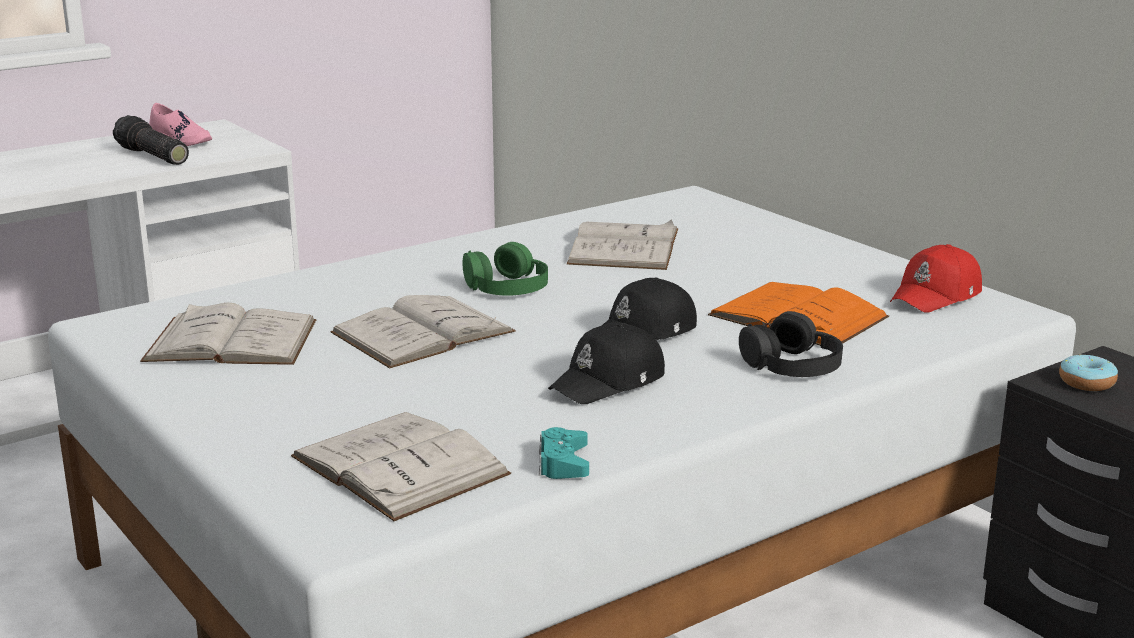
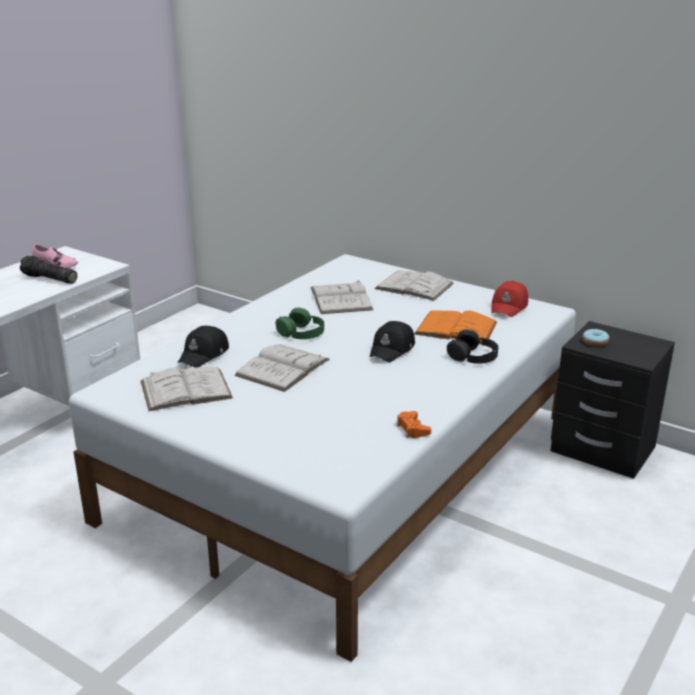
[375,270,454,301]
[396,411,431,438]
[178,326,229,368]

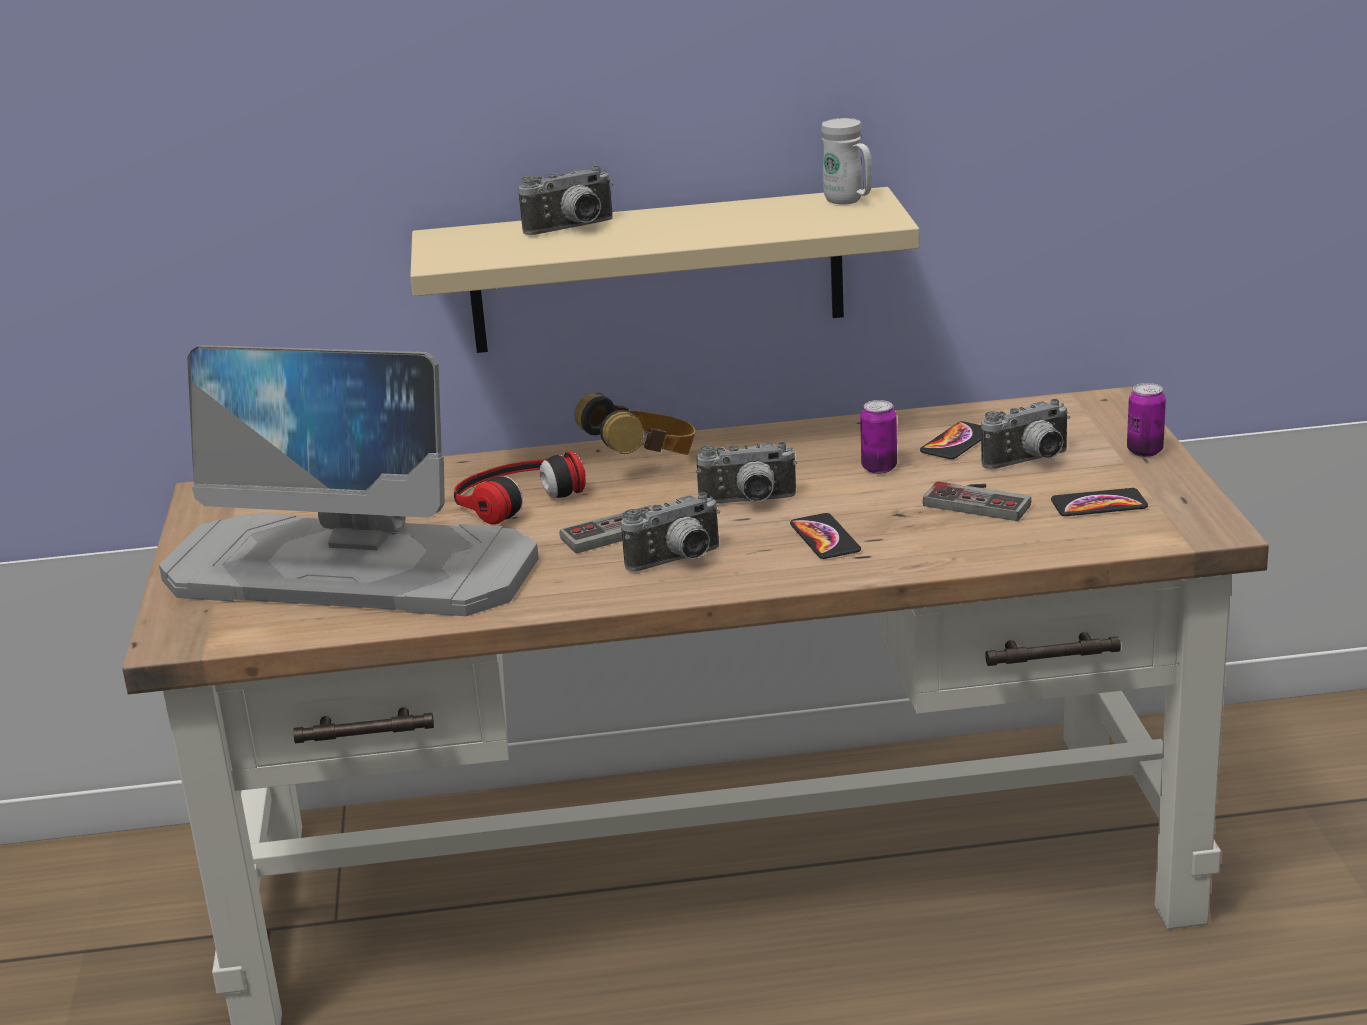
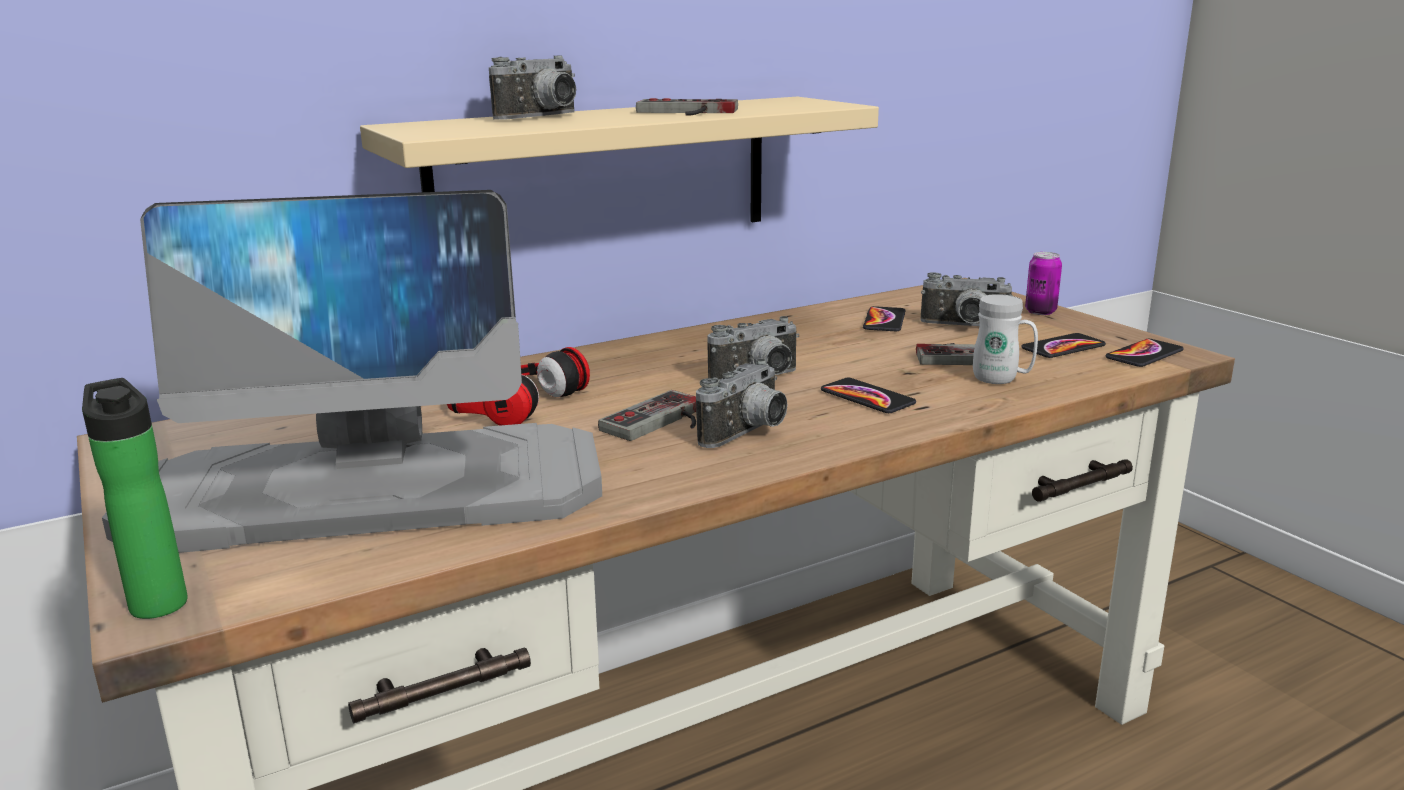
[574,393,696,455] (first image)
[973,294,1038,384]
[860,400,897,474] (first image)
[921,272,1013,326]
[82,378,188,619]
[636,98,738,116]
[1106,339,1184,367]

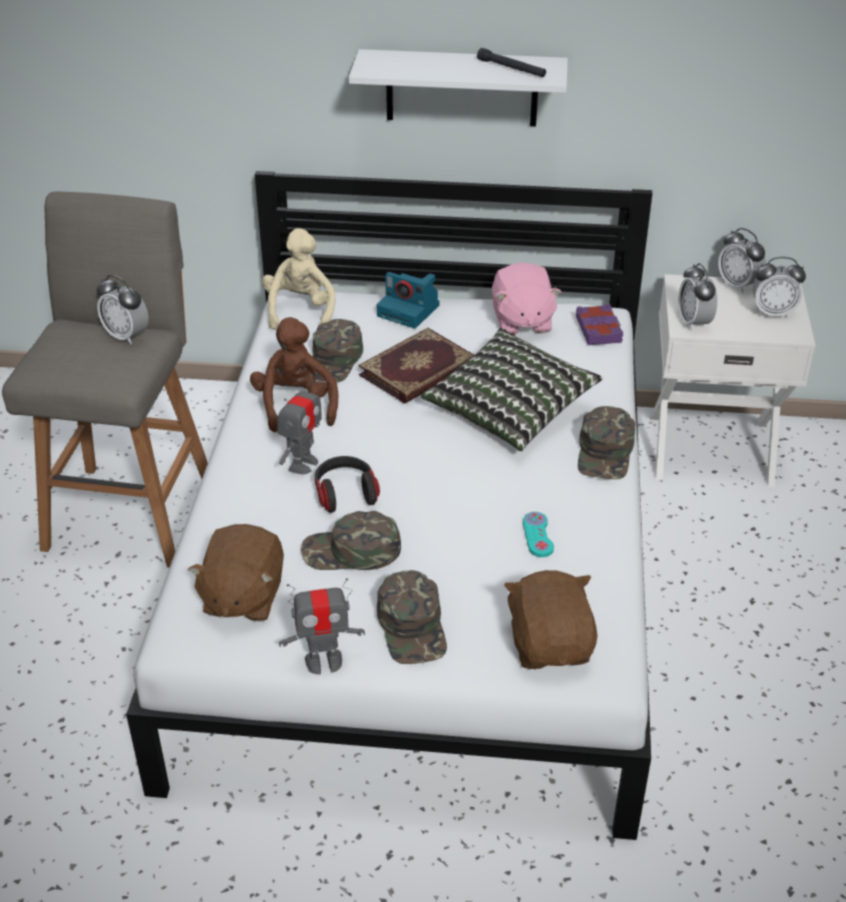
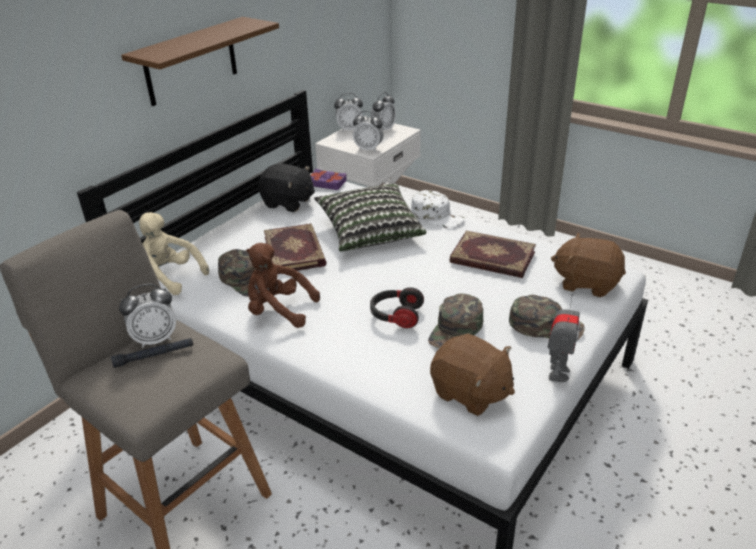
[277,375,322,474] (first image)
[121,17,279,106]
[377,272,440,328] (first image)
[111,338,193,368]
[258,163,315,212]
[449,231,536,278]
[411,190,465,228]

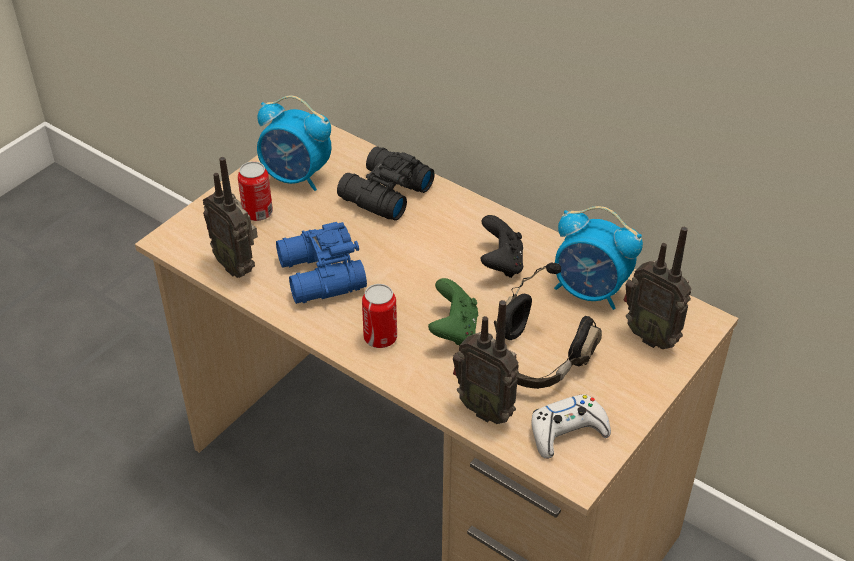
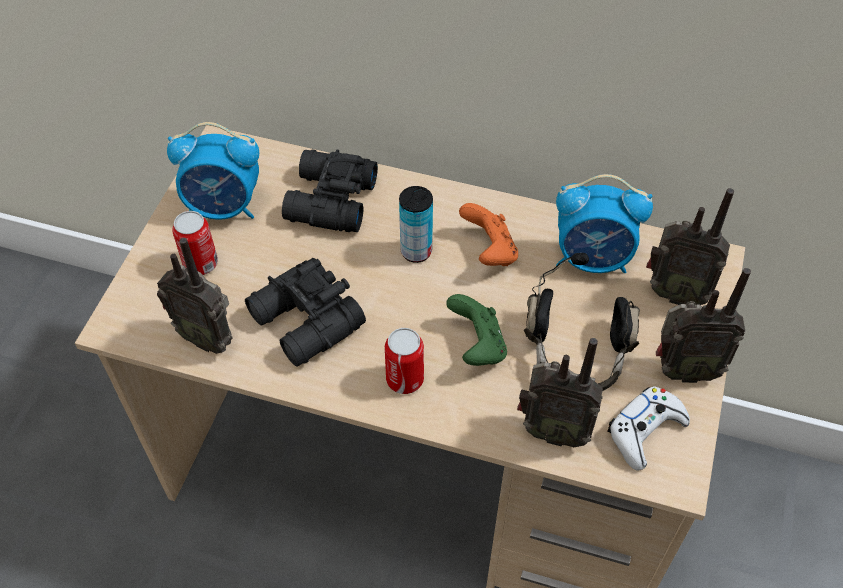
[245,258,366,367]
[459,203,518,266]
[399,186,433,263]
[656,268,751,383]

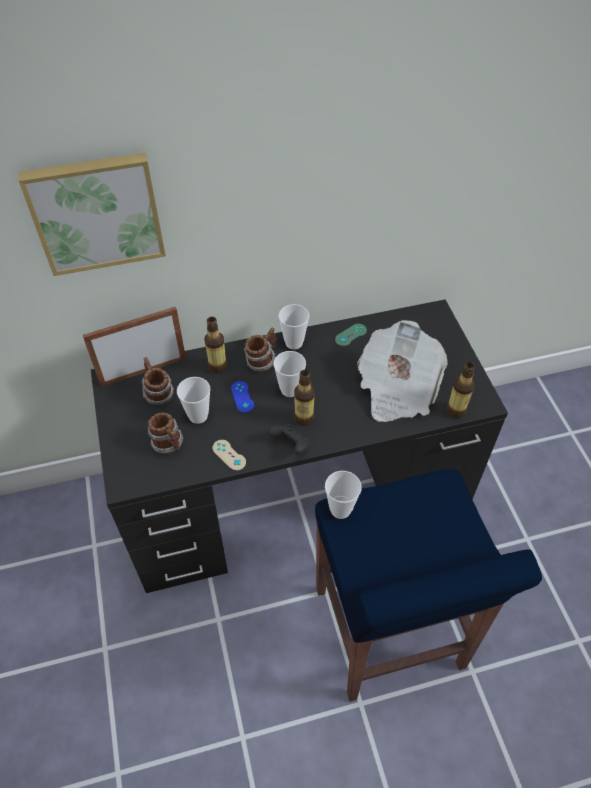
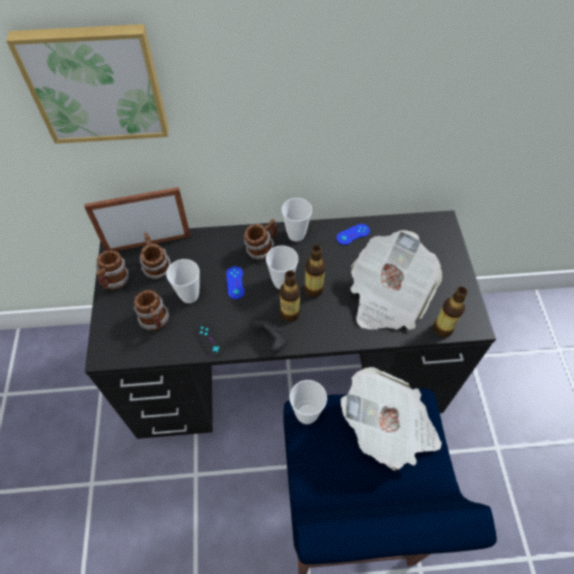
[304,245,326,297]
[195,323,225,357]
[336,224,370,245]
[96,250,129,289]
[341,367,442,470]

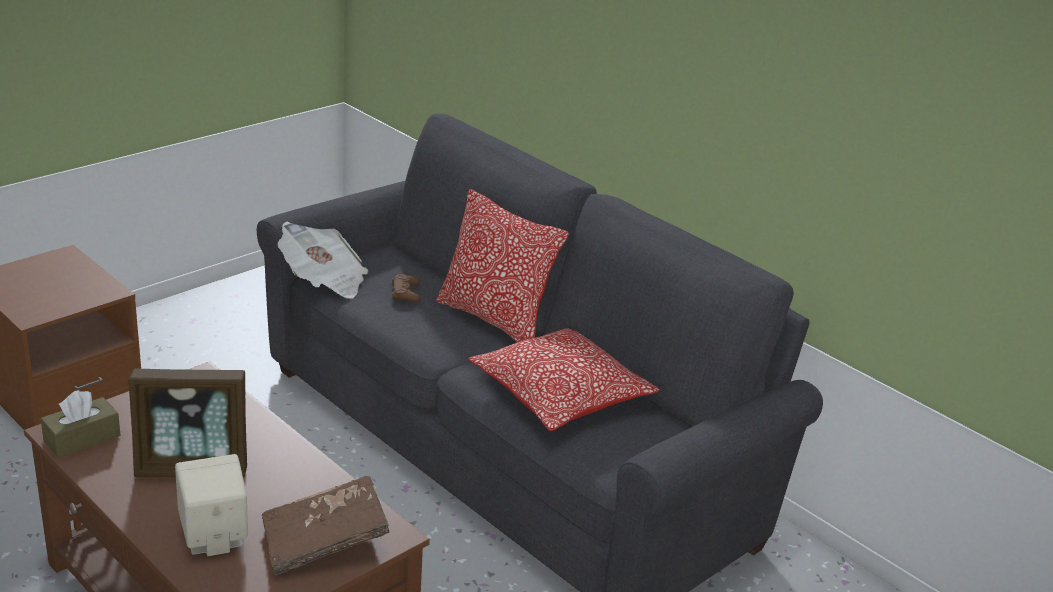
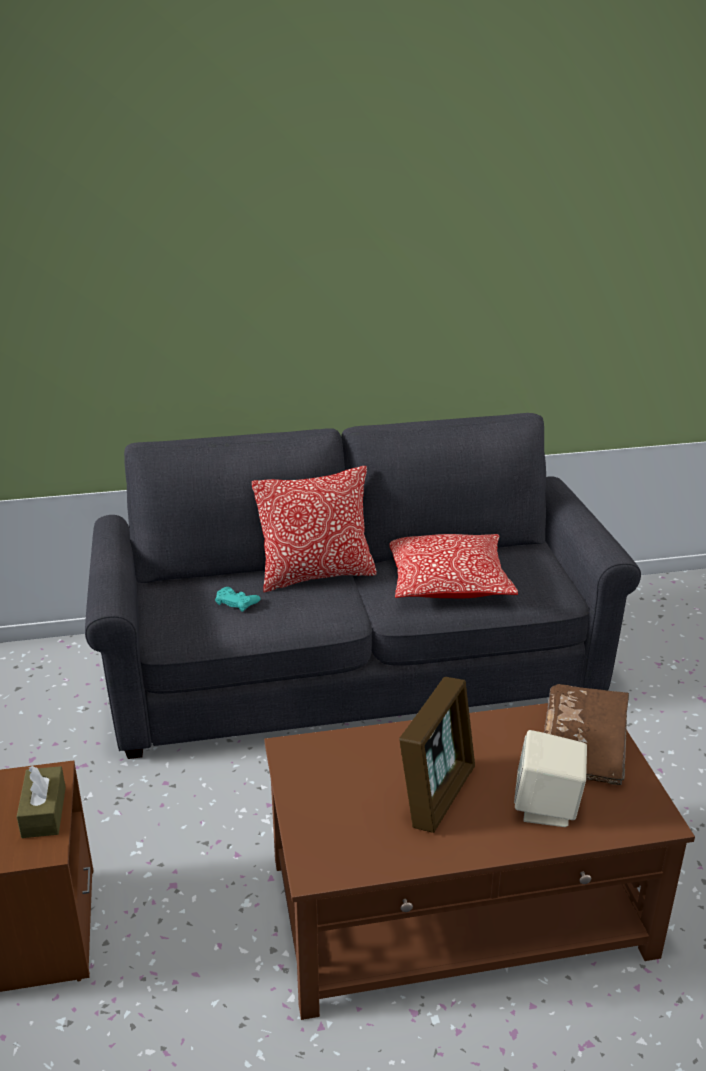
[17,766,66,838]
[278,221,368,299] (first image)
[215,587,260,612]

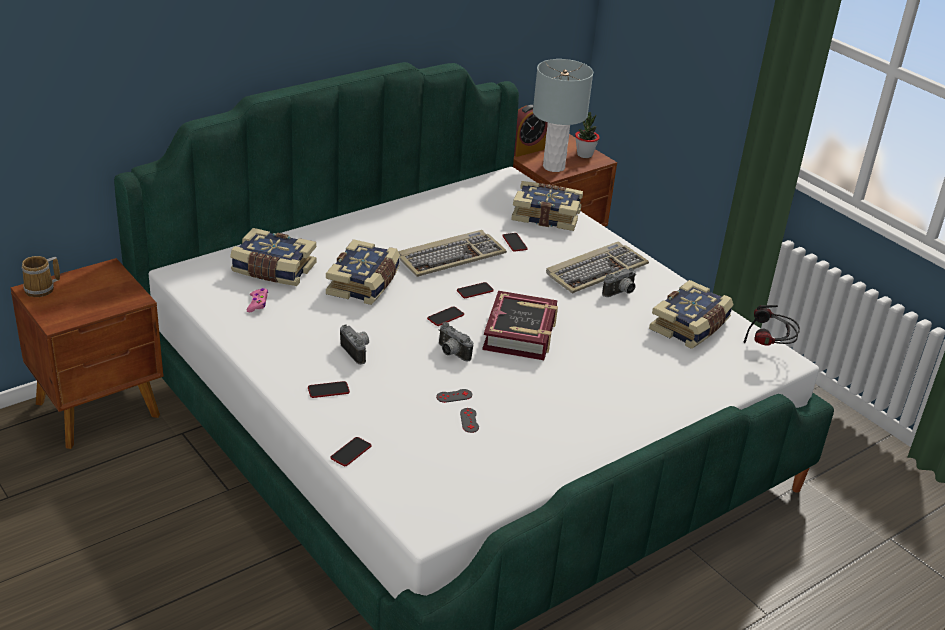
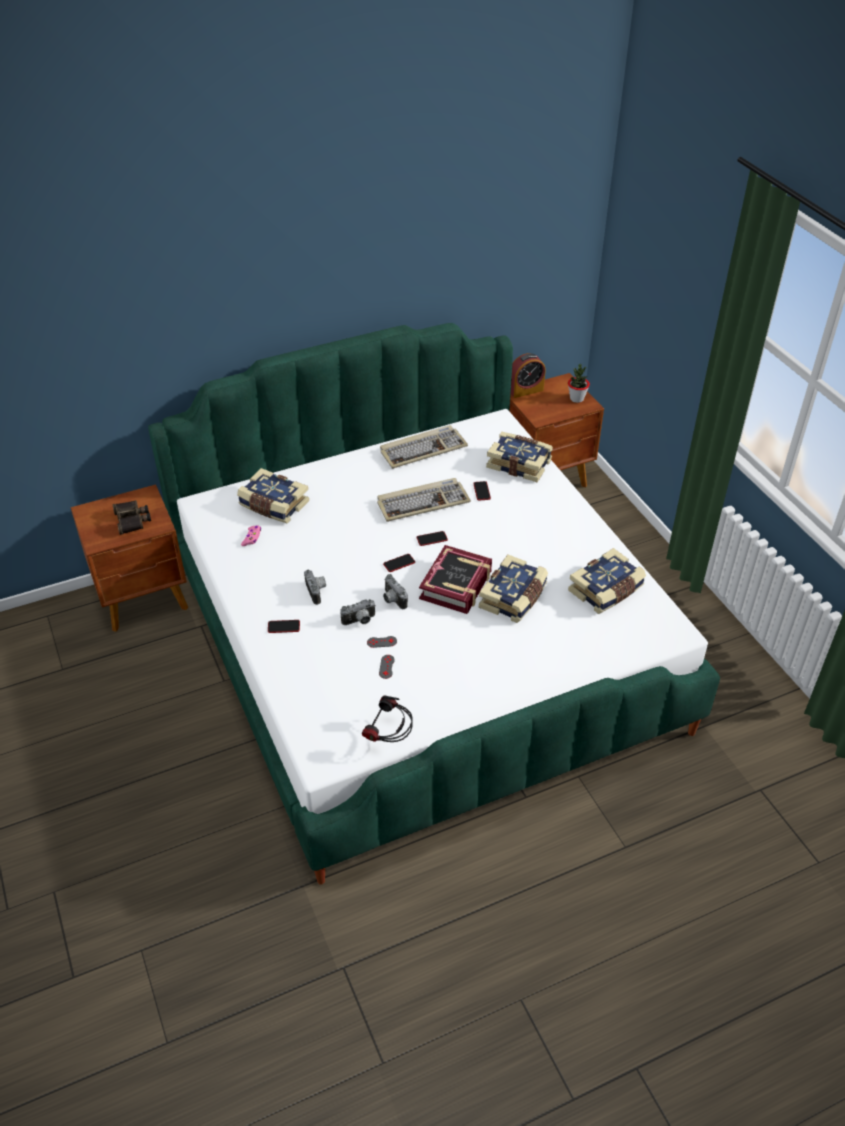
[22,256,60,297] (first image)
[479,554,548,623]
[330,437,372,466] (first image)
[533,59,593,172] (first image)
[380,425,468,469]
[340,599,376,625]
[362,695,413,742]
[112,500,151,535]

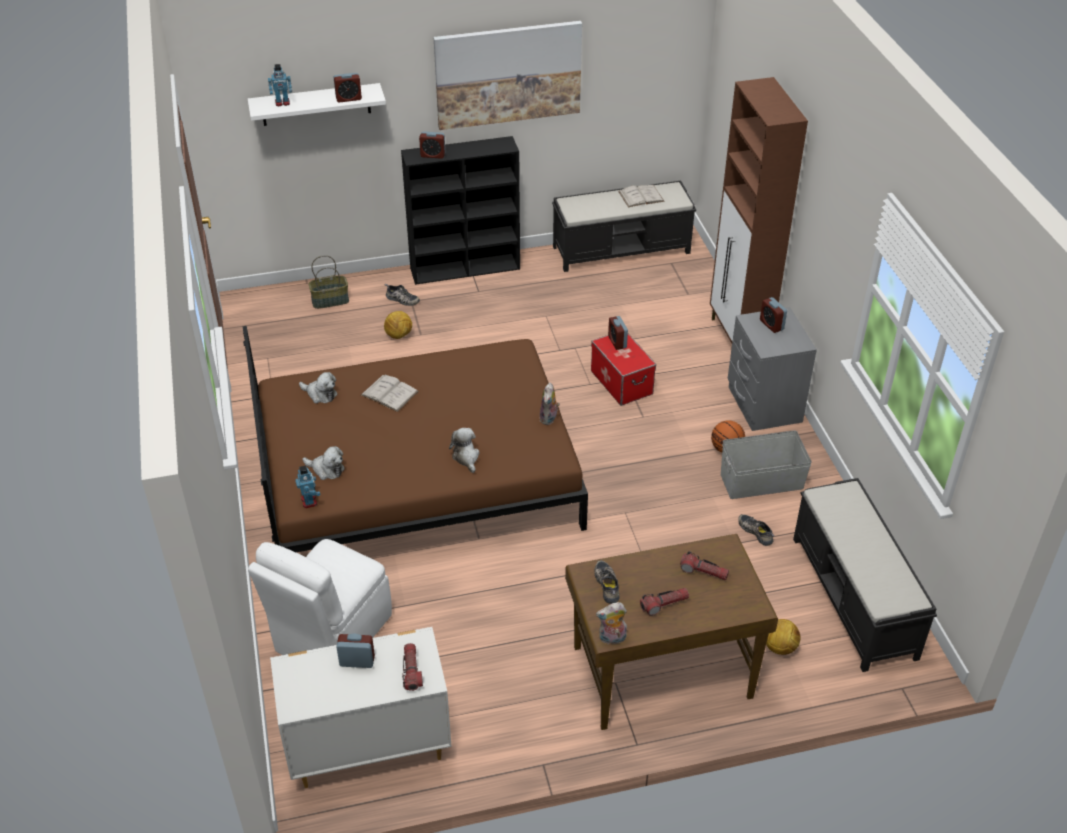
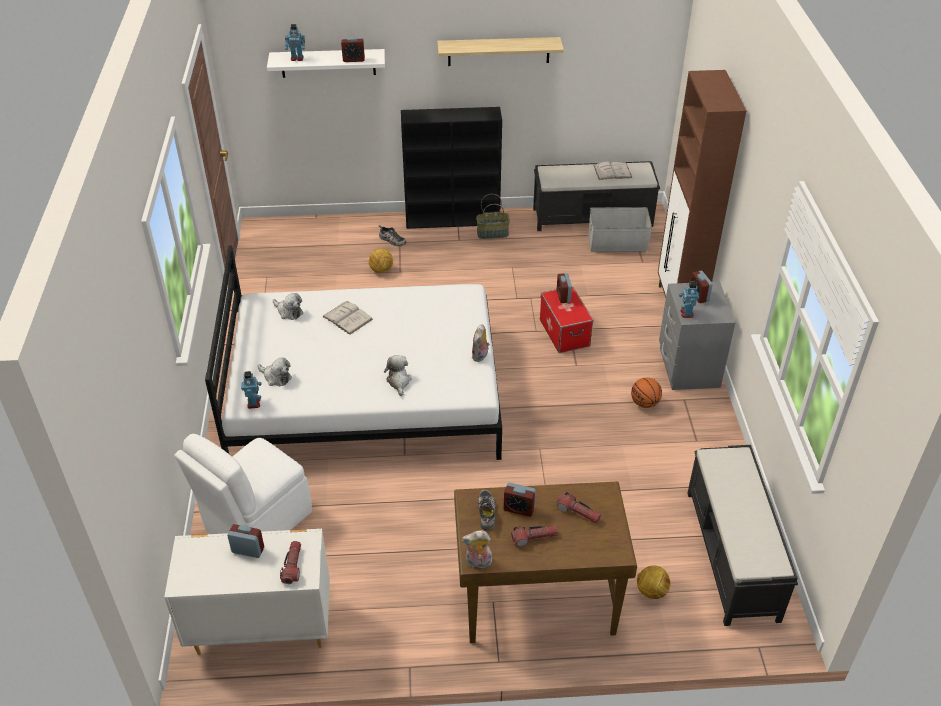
[205,245,502,460]
[476,194,510,239]
[503,483,536,517]
[438,37,564,66]
[588,207,652,252]
[738,514,774,546] (first image)
[679,282,699,318]

